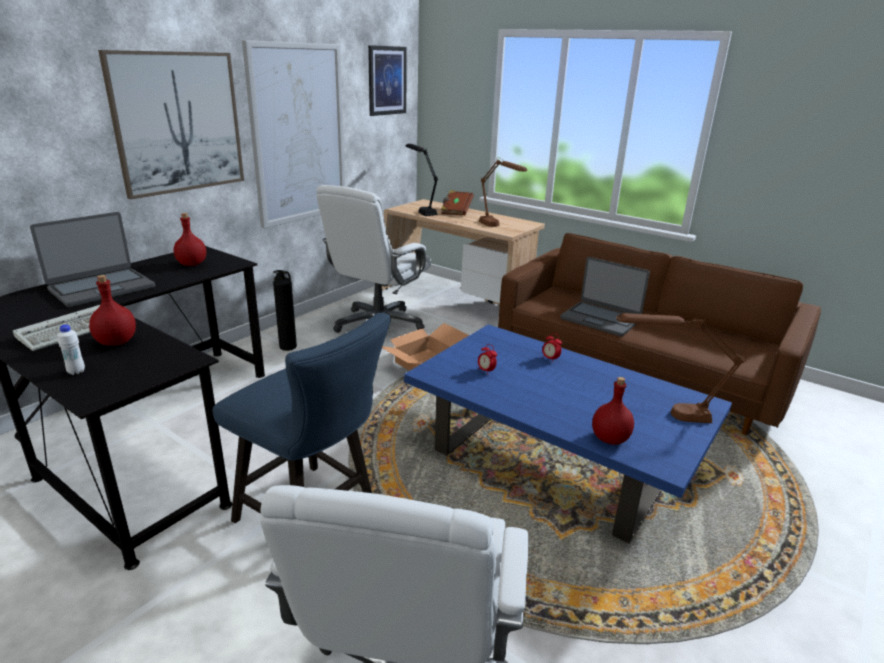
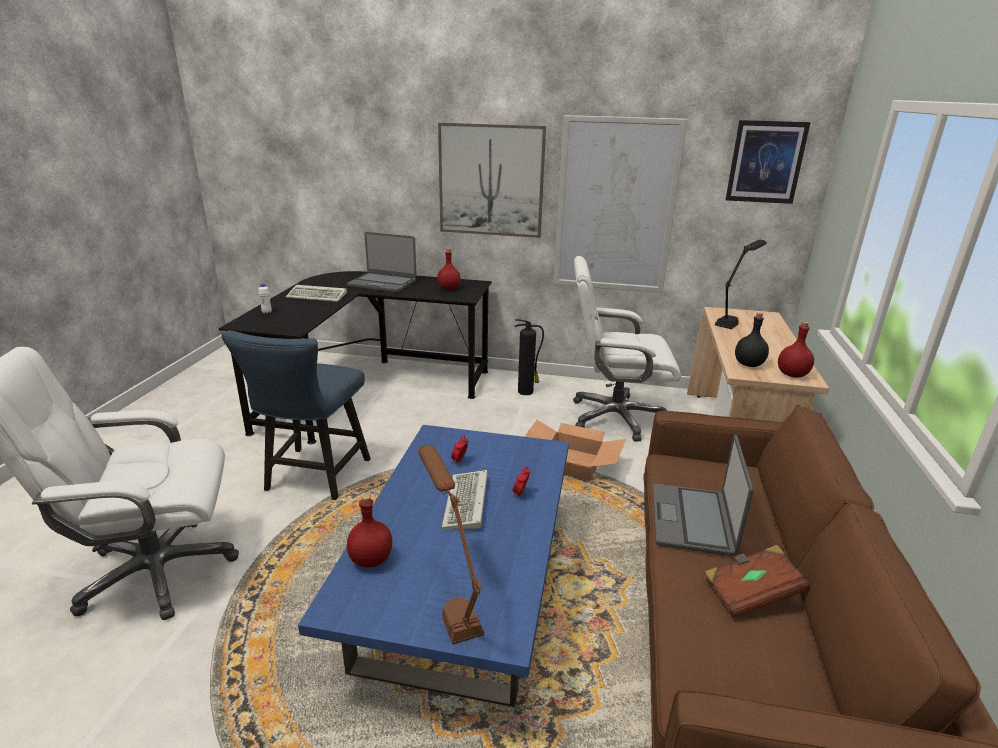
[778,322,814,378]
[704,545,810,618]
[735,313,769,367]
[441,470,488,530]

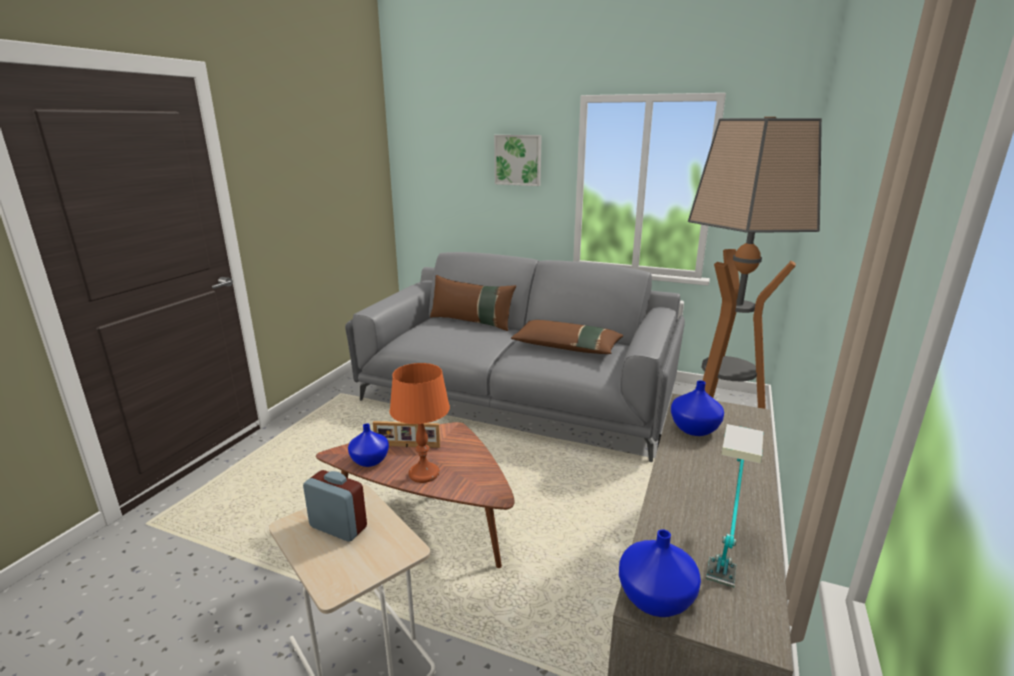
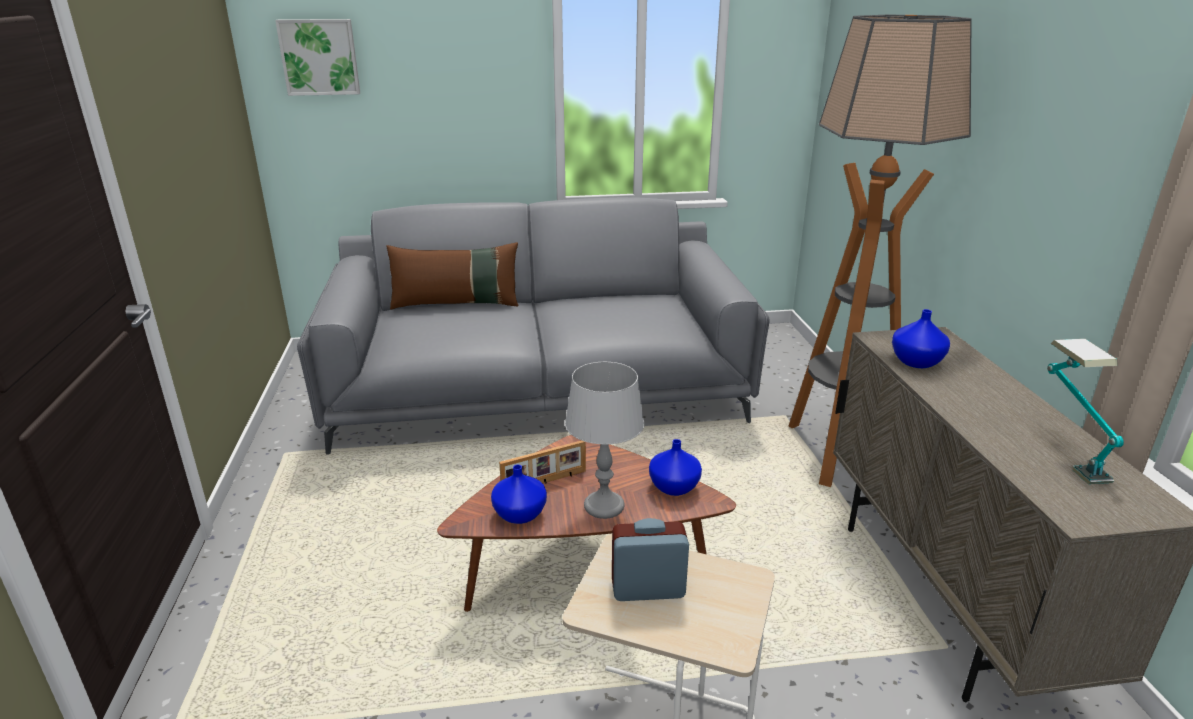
[565,362,645,519]
[275,19,360,96]
[511,320,623,354] (first image)
[649,439,702,496]

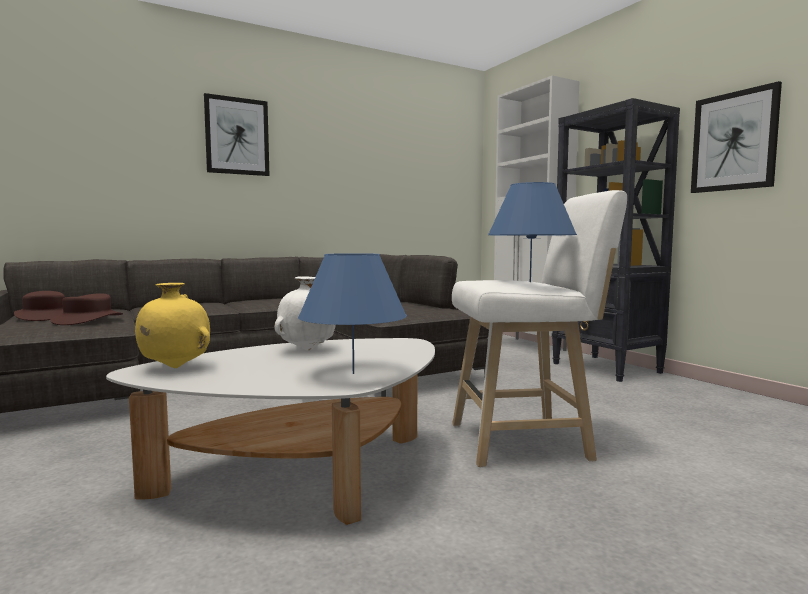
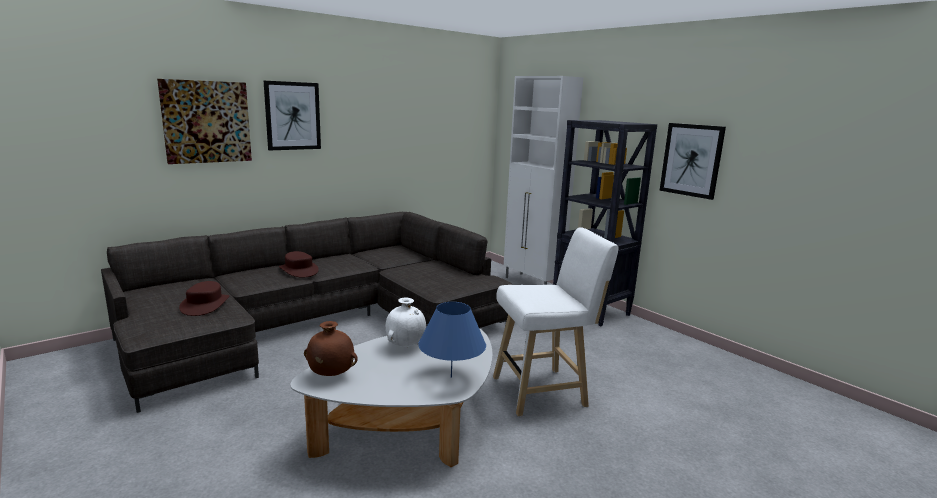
[279,251,319,278]
[304,321,357,376]
[488,182,577,282] (first image)
[157,79,252,164]

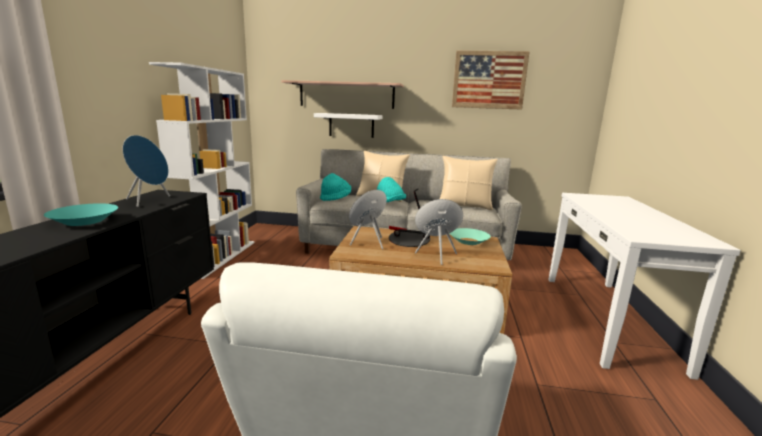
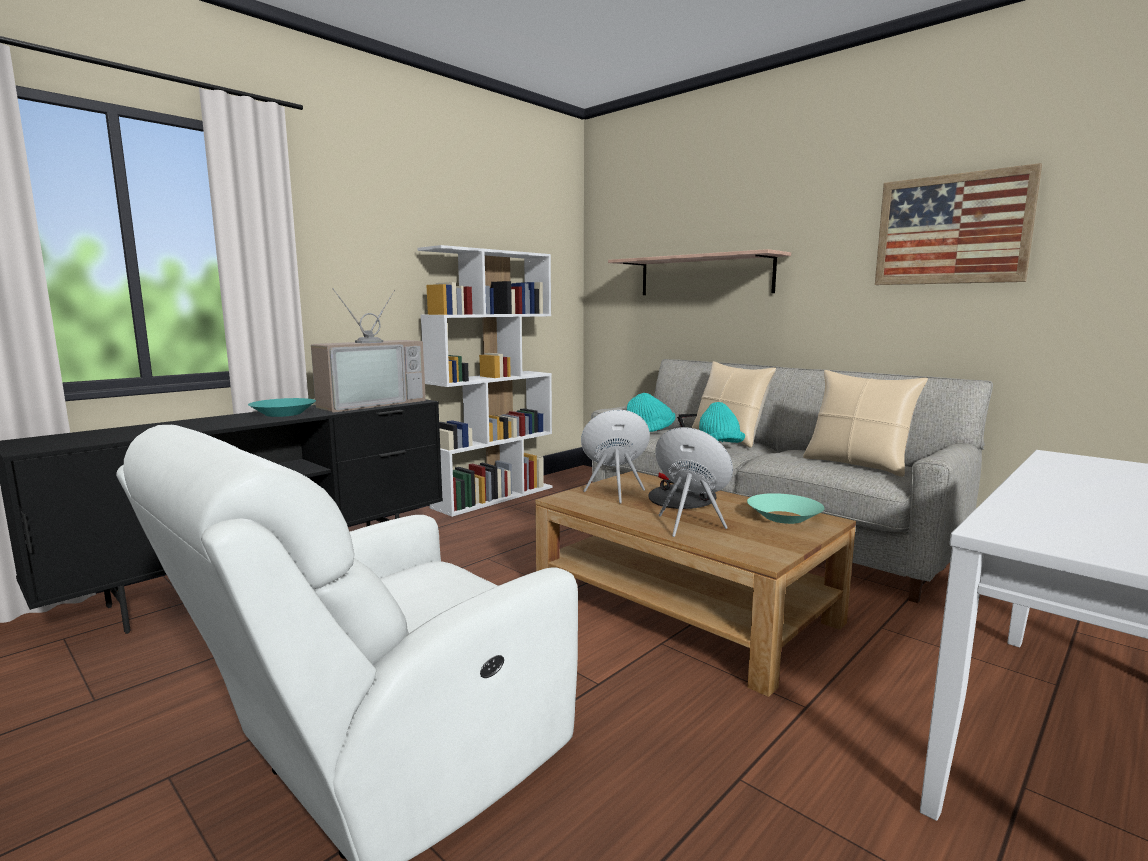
[311,289,426,413]
[314,113,382,138] (first image)

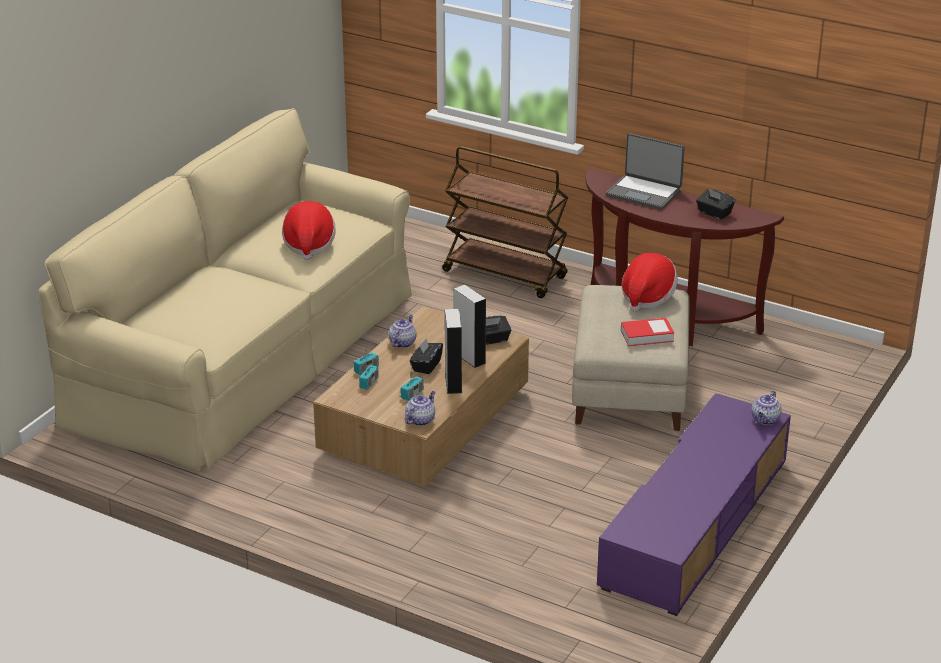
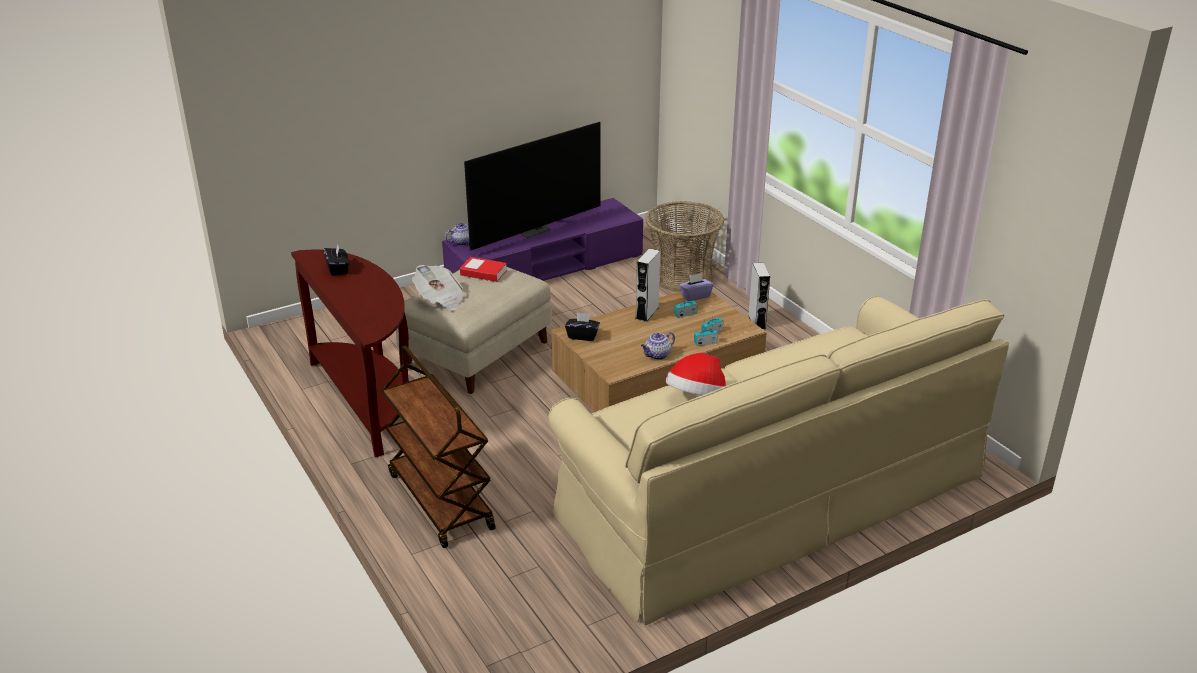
[679,273,713,301]
[410,338,443,374] (first image)
[748,263,770,329]
[606,133,685,210] (first image)
[412,265,466,310]
[464,122,601,250]
[645,201,724,292]

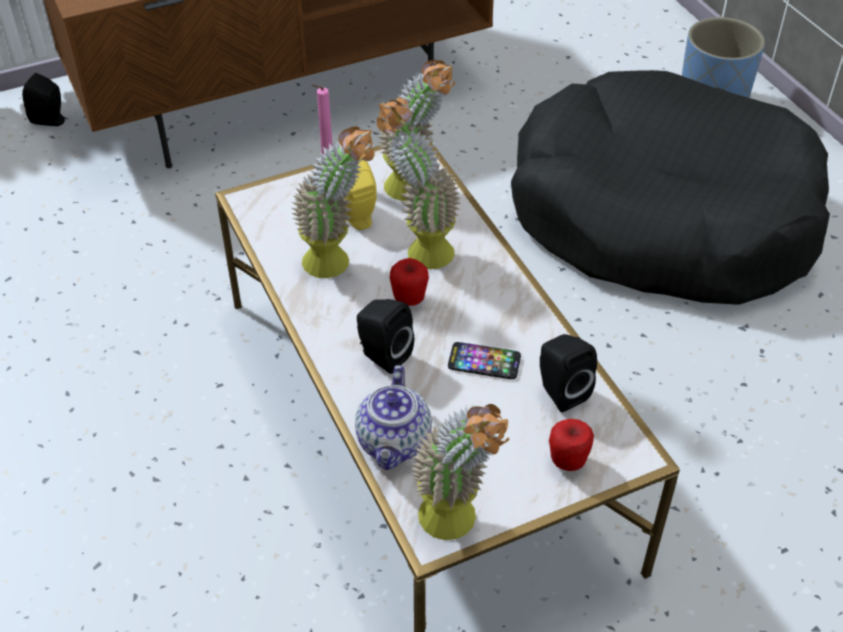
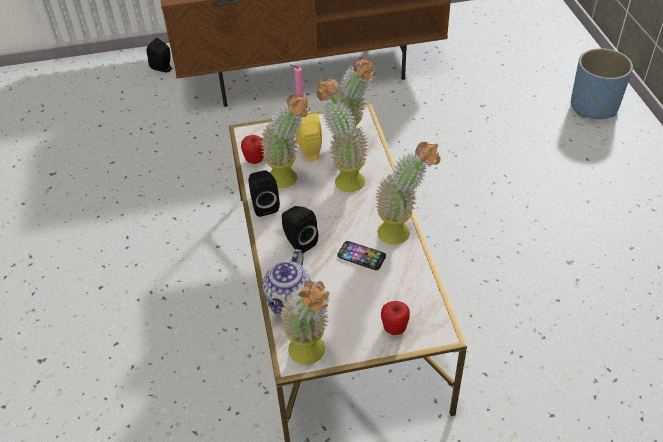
[241,135,264,164]
[511,70,830,305] (first image)
[248,170,280,217]
[375,142,440,245]

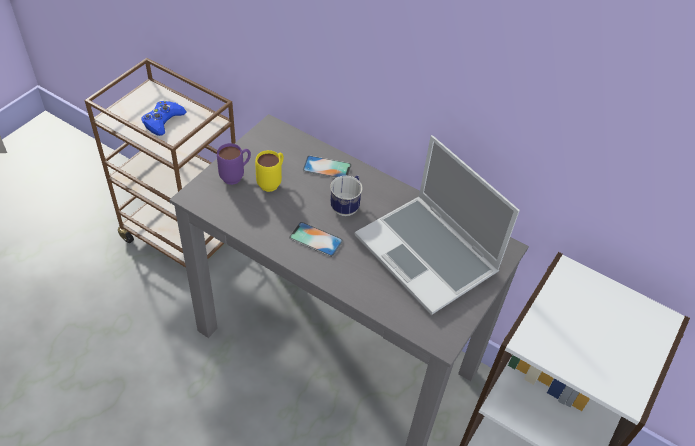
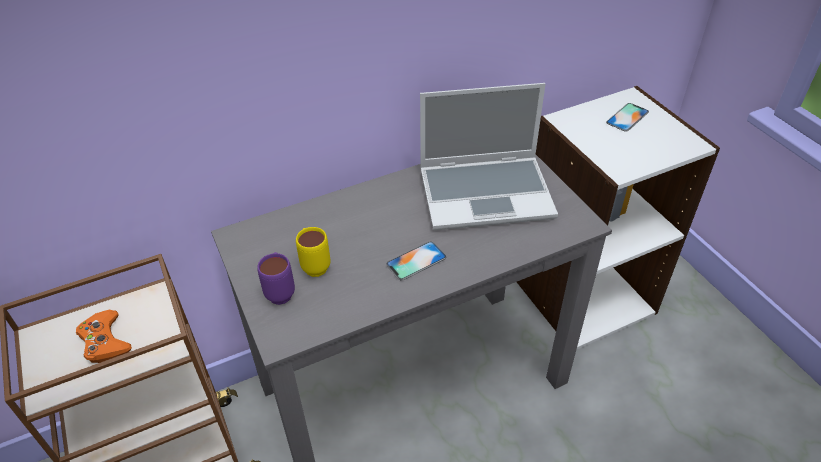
[76,310,132,363]
[606,103,649,132]
[330,175,363,216] (first image)

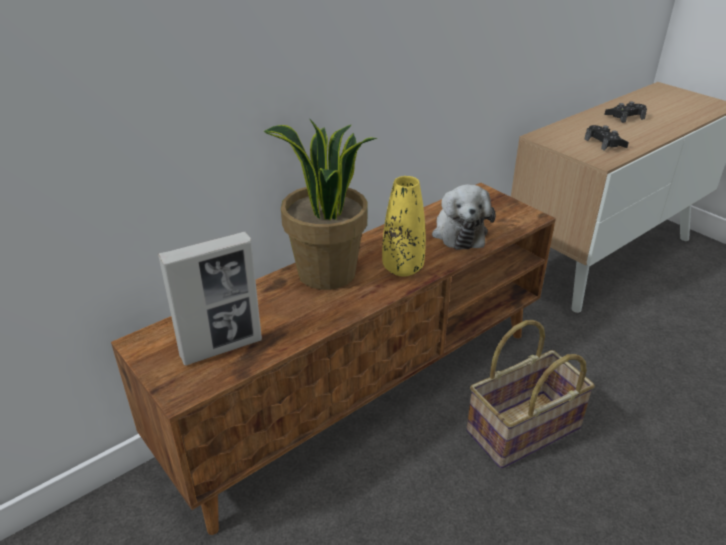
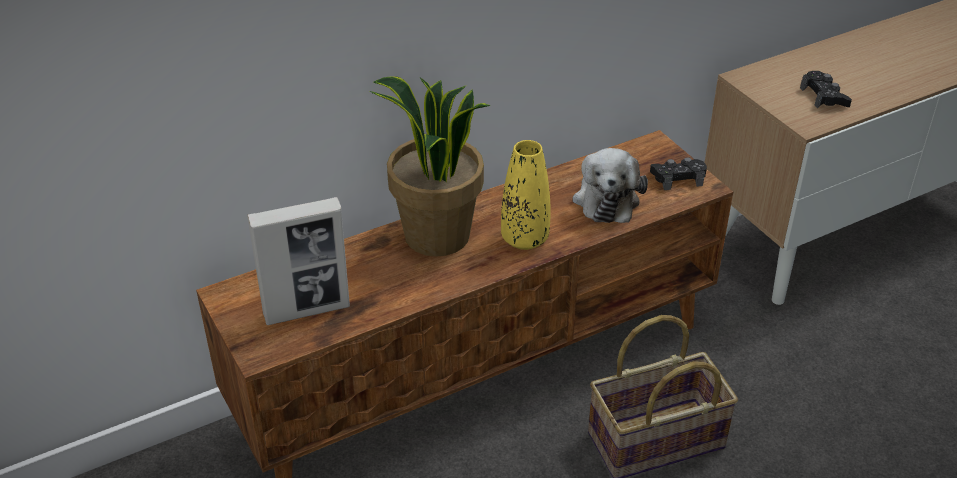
[650,157,707,190]

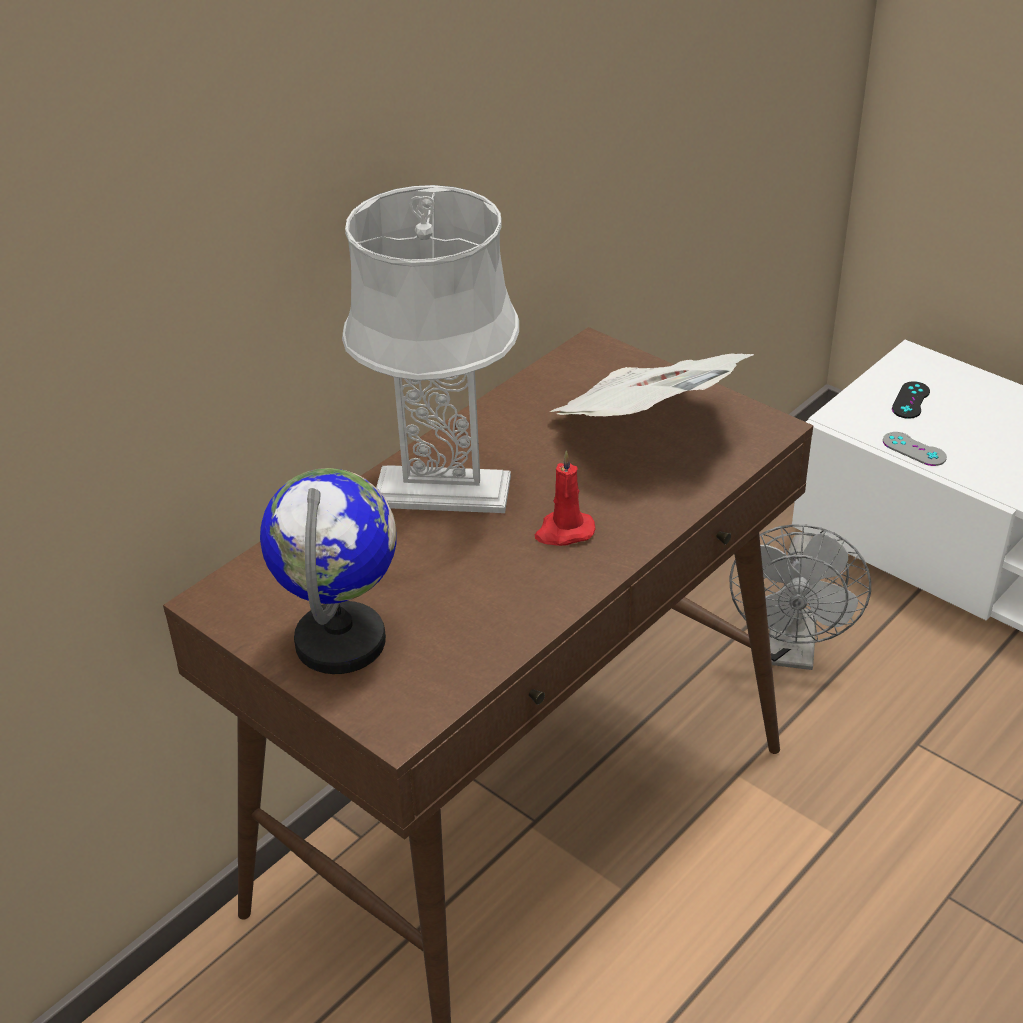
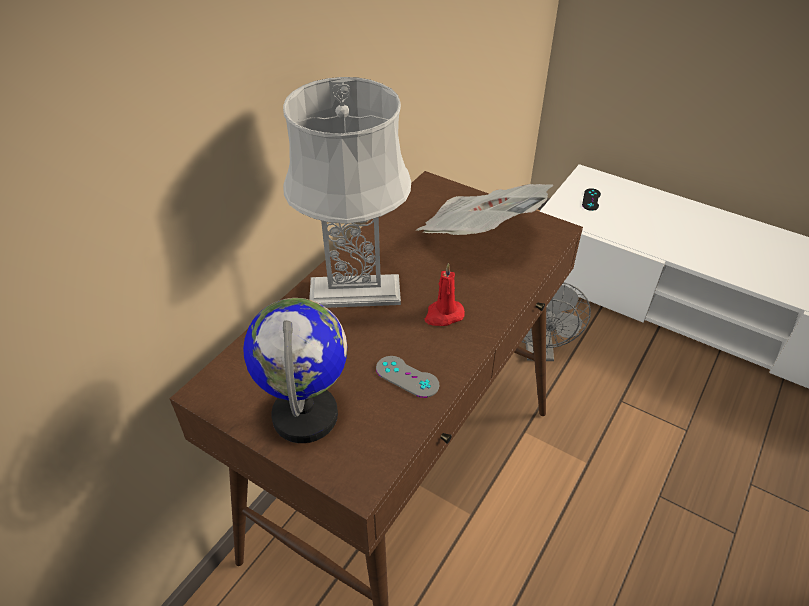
[376,356,439,398]

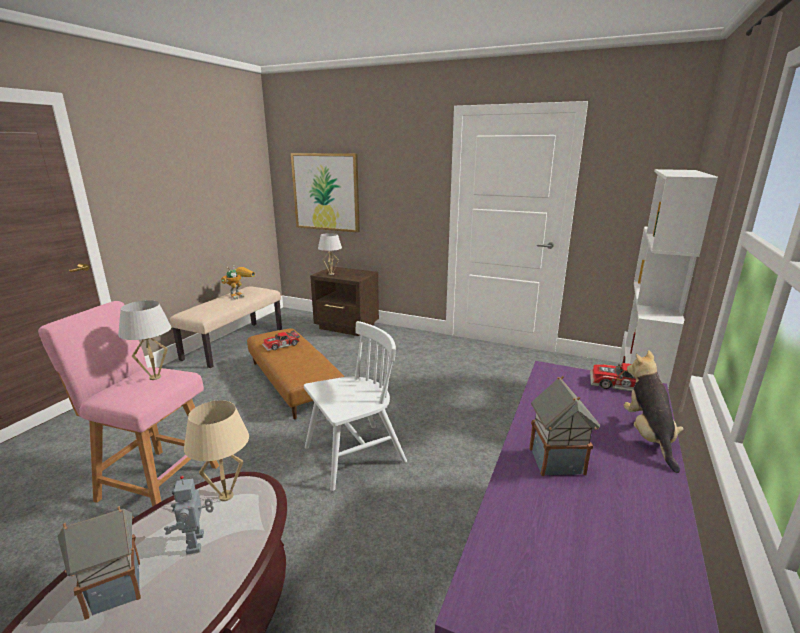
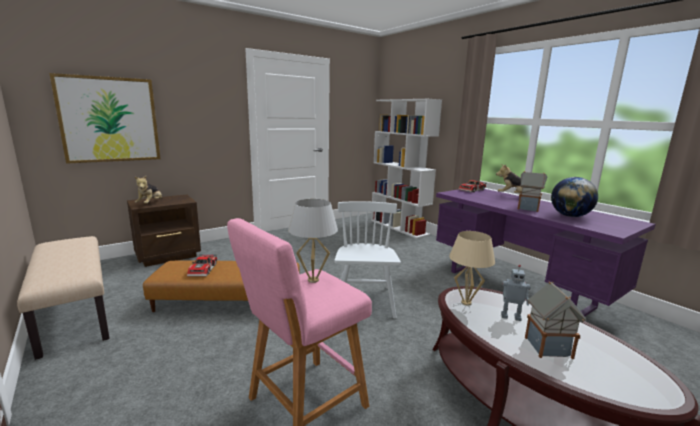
[221,265,255,300] (first image)
[135,175,162,204]
[551,177,598,217]

